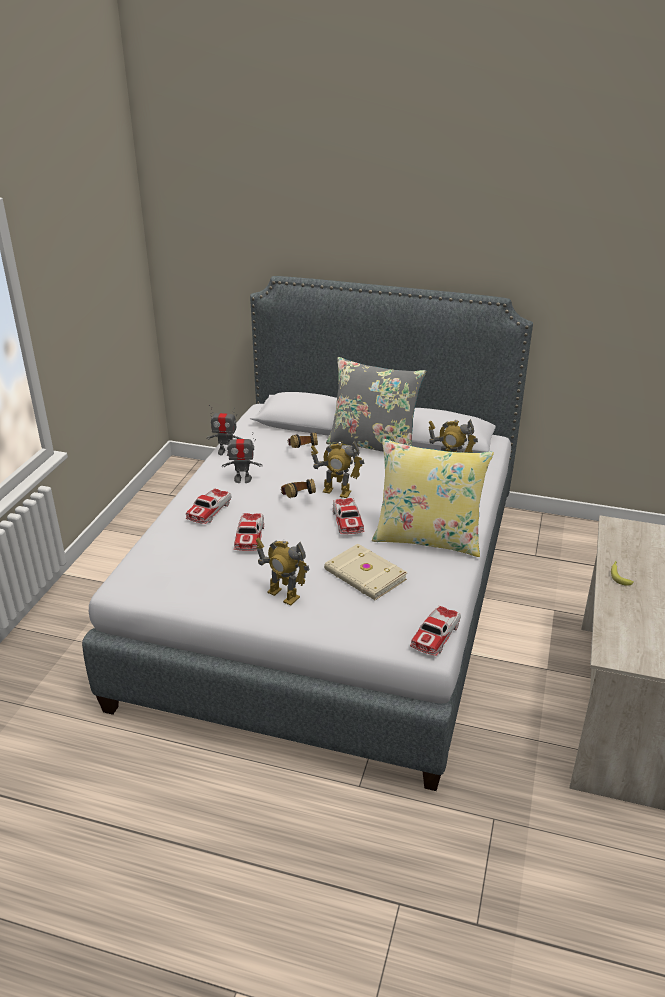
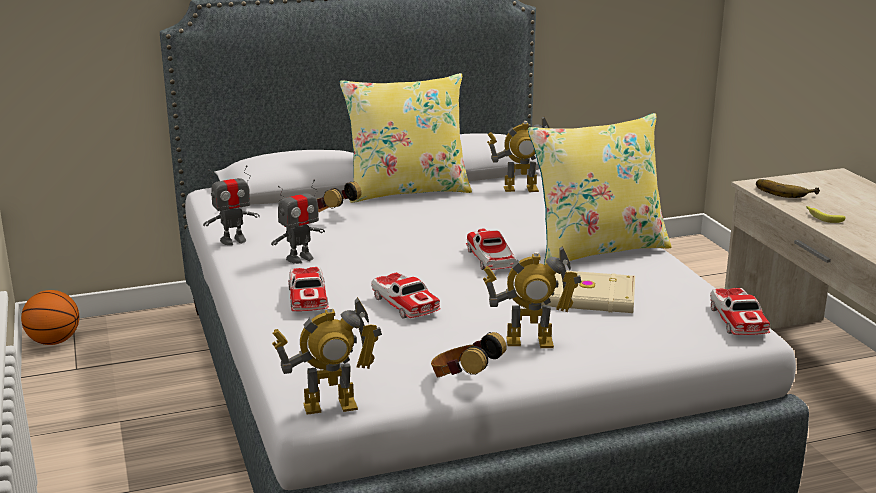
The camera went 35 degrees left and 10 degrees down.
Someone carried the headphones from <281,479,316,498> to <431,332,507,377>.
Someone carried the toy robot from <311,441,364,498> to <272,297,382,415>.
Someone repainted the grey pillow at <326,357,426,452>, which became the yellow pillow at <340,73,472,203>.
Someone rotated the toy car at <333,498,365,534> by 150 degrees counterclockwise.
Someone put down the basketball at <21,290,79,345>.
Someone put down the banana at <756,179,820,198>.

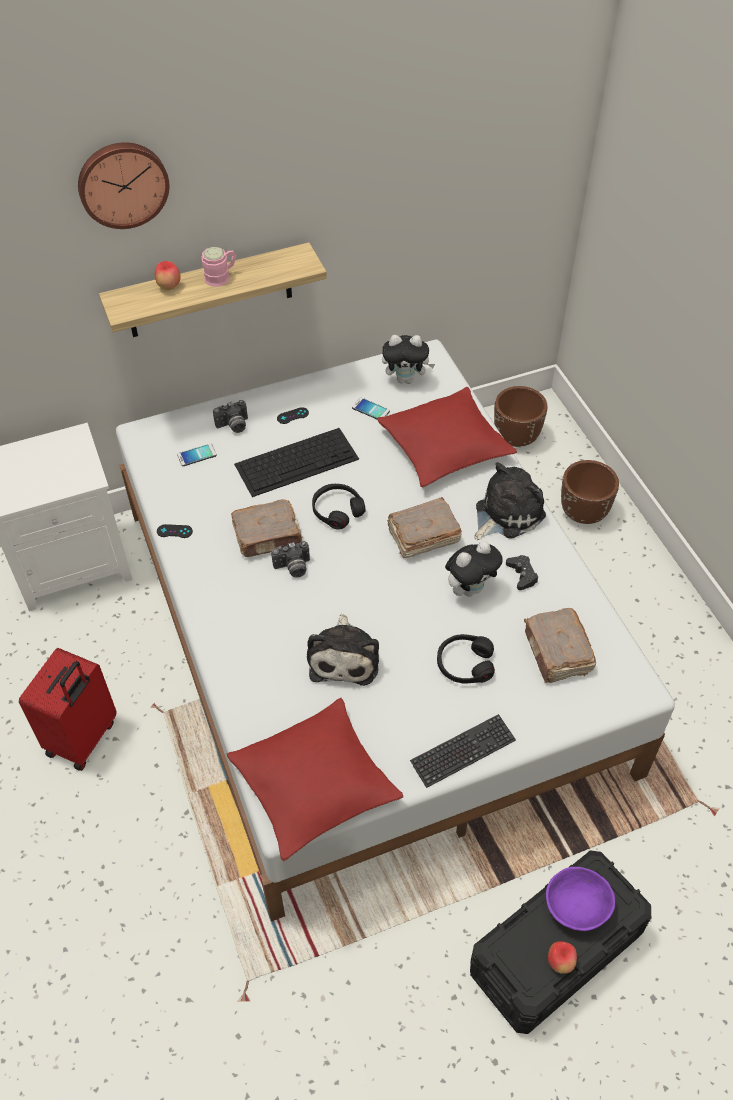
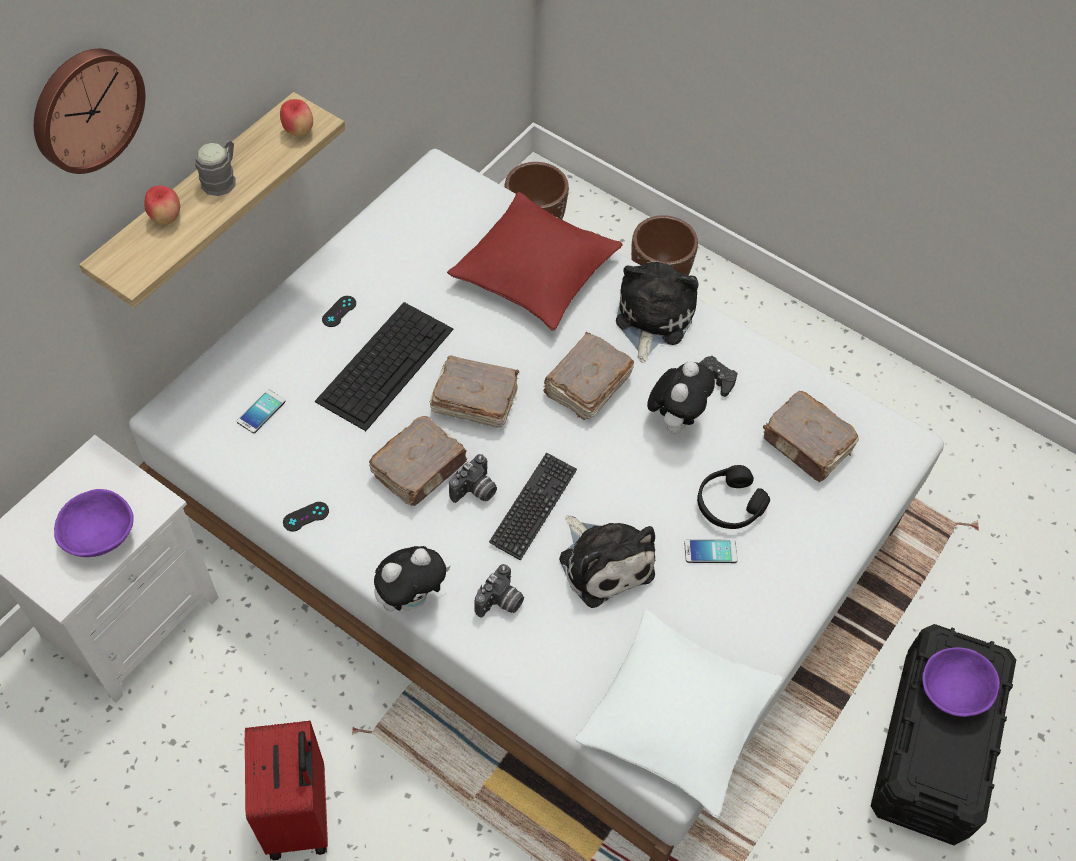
The camera went 35 degrees left and 5 degrees up.
Someone repainted the pink mug at <201,247,237,287>, which became the grey mug at <195,140,236,196>.
Someone carried the photo camera from <213,400,248,433> to <474,564,524,618>.
Someone repainted the red pillow at <227,698,403,861>, which became the white pillow at <574,609,783,818>.
Someone swapped the black headphones at <312,484,365,530> for the brown book at <430,355,519,428>.
Someone carried the phone from <352,398,390,419> to <684,539,738,563>.
Someone carried the plush toy from <382,335,435,384> to <374,546,451,612>.
Someone carried the keyboard from <410,714,516,788> to <489,452,577,561>.
Someone carried the apple from <548,941,577,974> to <280,99,313,137>.
Someone put down the purple bowl at <54,489,134,557>.

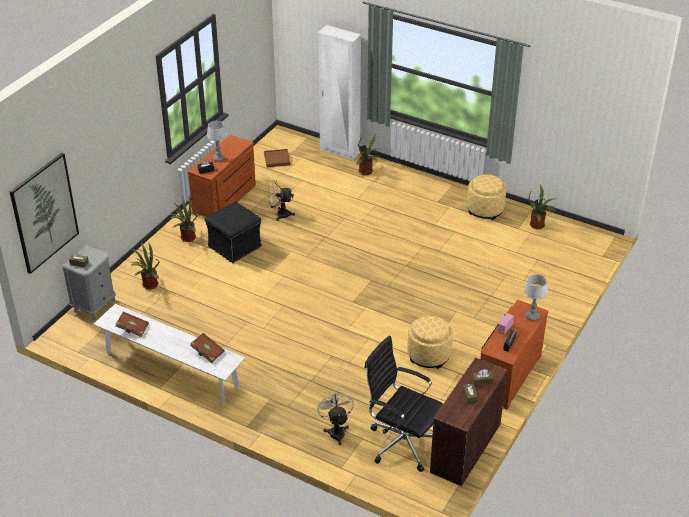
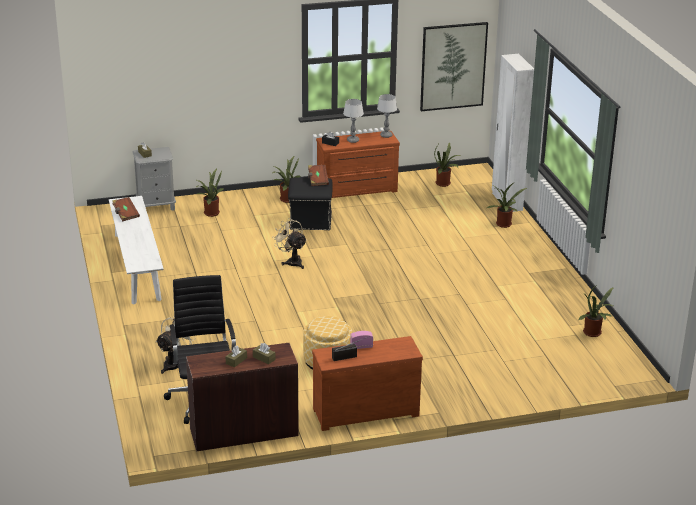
The camera went 45 degrees right and 10 degrees down.
Someone carried the picture from <10,153,79,274> to <420,22,488,111>.
Someone carried the brown book from <190,333,225,363> to <308,165,329,186>.
Someone swapped the brown tray at <264,149,290,167> for the potted plant at <434,142,461,187>.
Someone carried the beige fan from <267,180,295,221> to <273,218,307,269>.
Someone took away the ottoman at <467,174,506,220>.
Someone carried the table lamp from <524,274,548,321> to <377,94,397,138>.

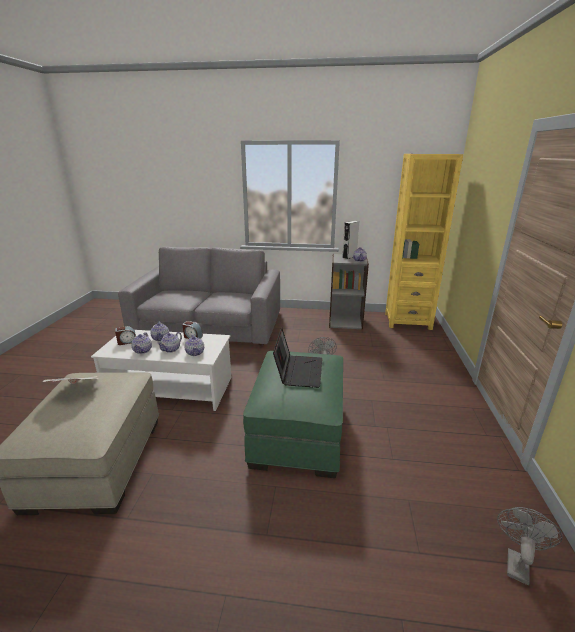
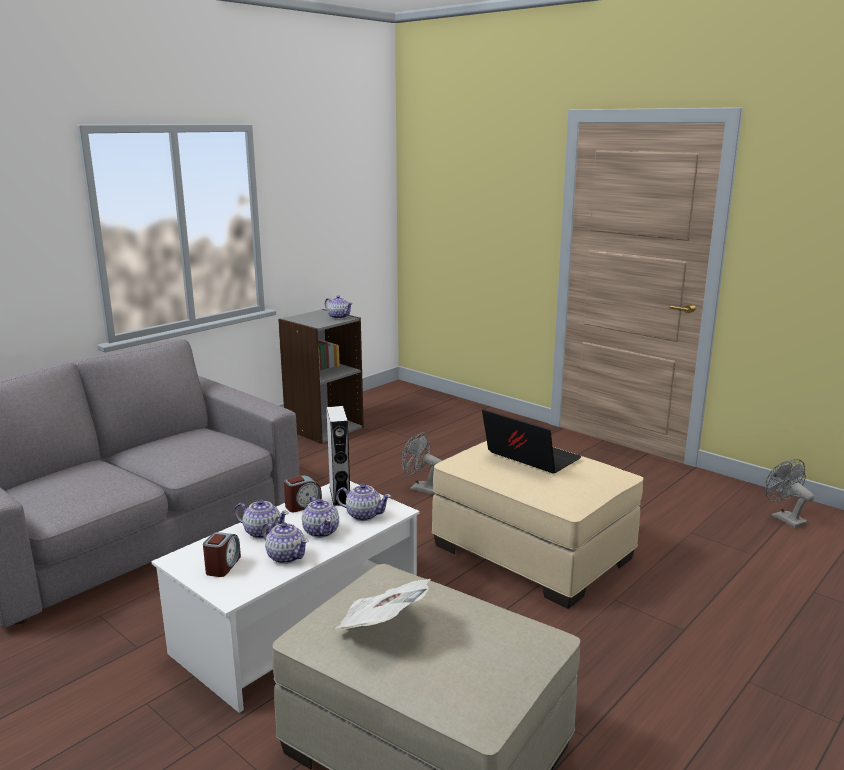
The camera went 55 degrees left and 5 degrees down.
Someone repainted the green ottoman at <243,351,343,478>, which became the beige ottoman at <432,441,644,609>.
Someone carried the grey speaker from <342,221,359,259> to <326,406,350,506>.
Someone took away the yellow bookcase at <385,154,463,330>.

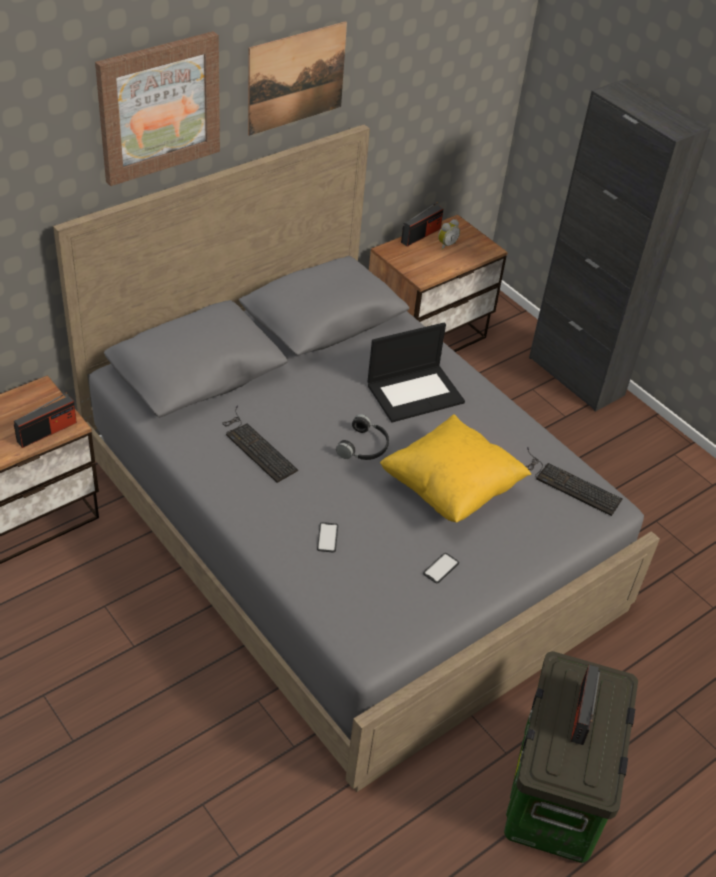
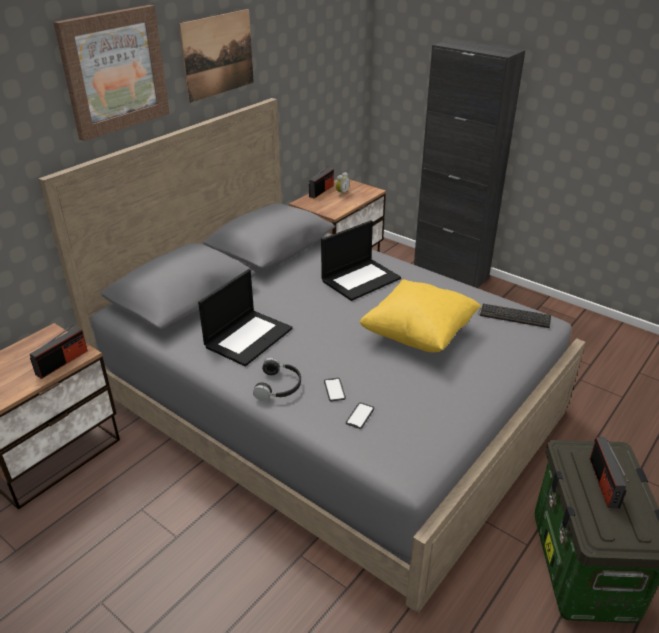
The camera went 10 degrees left and 10 degrees down.
Someone swapped the keyboard at <222,405,298,483> for the laptop at <198,269,293,366>.
Someone carried the black headphones from <336,414,389,460> to <253,358,301,401>.
Someone carried the phone from <423,553,459,583> to <346,402,374,429>.

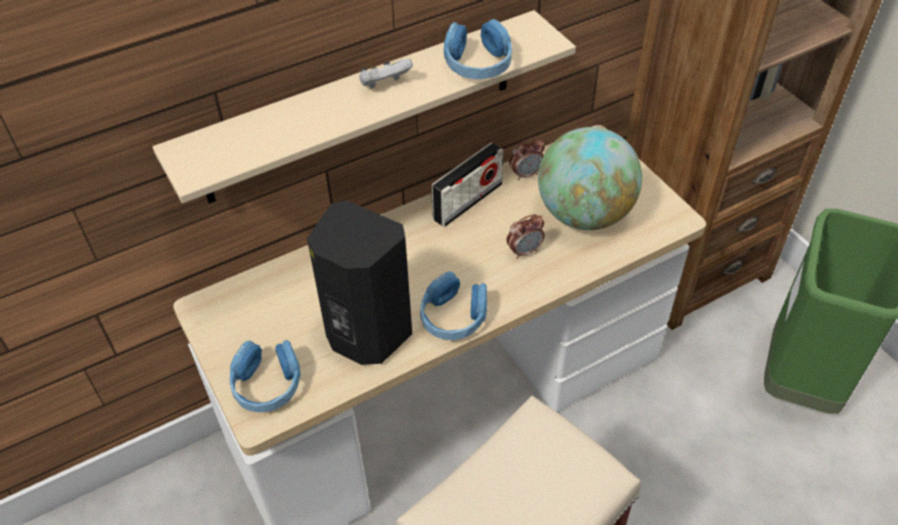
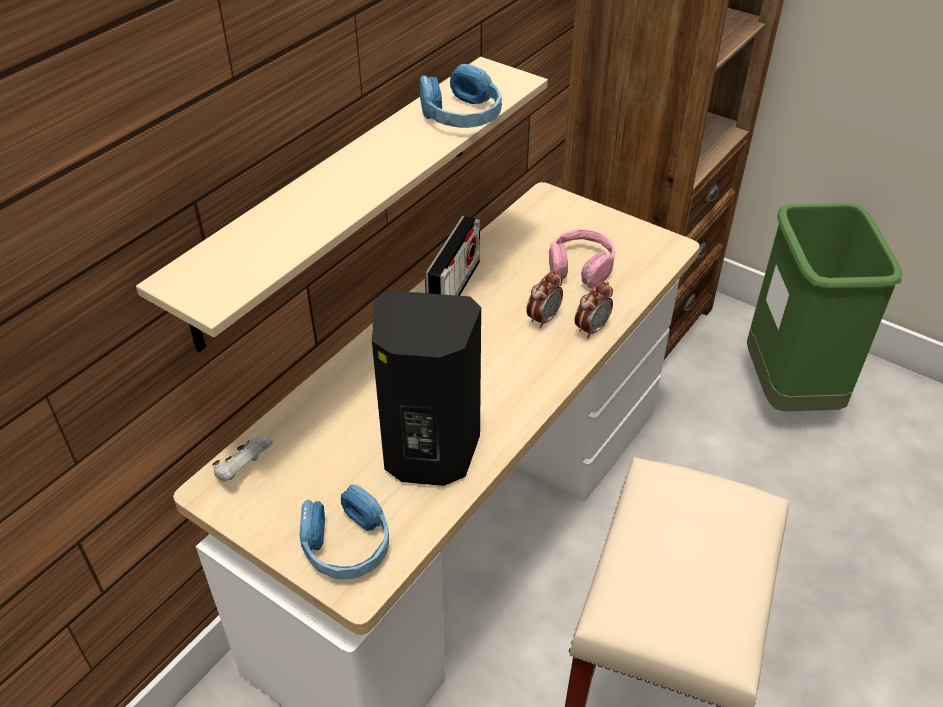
The camera went 25 degrees left and 5 degrees down.
Someone carried the white game controller from <359,59,413,88> to <212,436,273,482>.
Someone took away the blue headphones at <420,272,487,340>.
Someone carried the alarm clock from <509,138,545,180> to <575,281,613,339>.
Someone swapped the globe at <538,127,642,230> for the pink headphones at <549,229,615,288>.

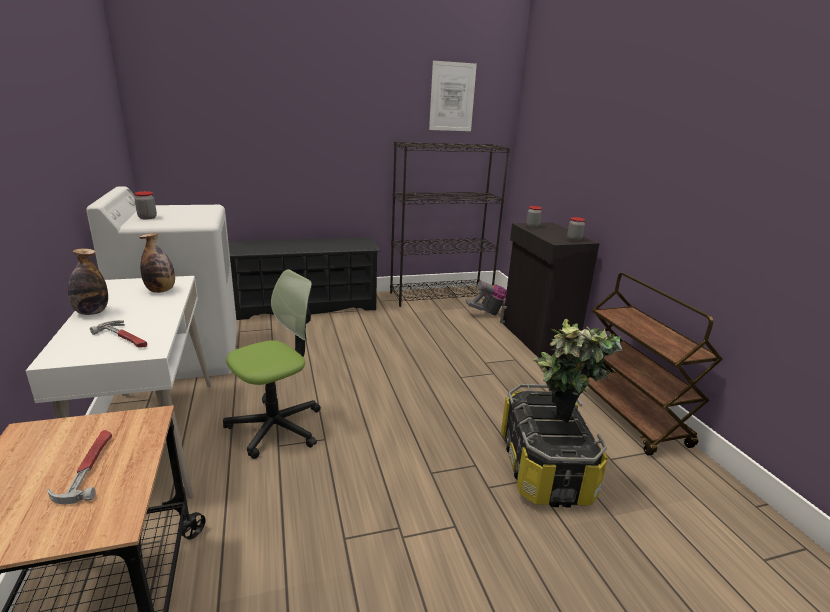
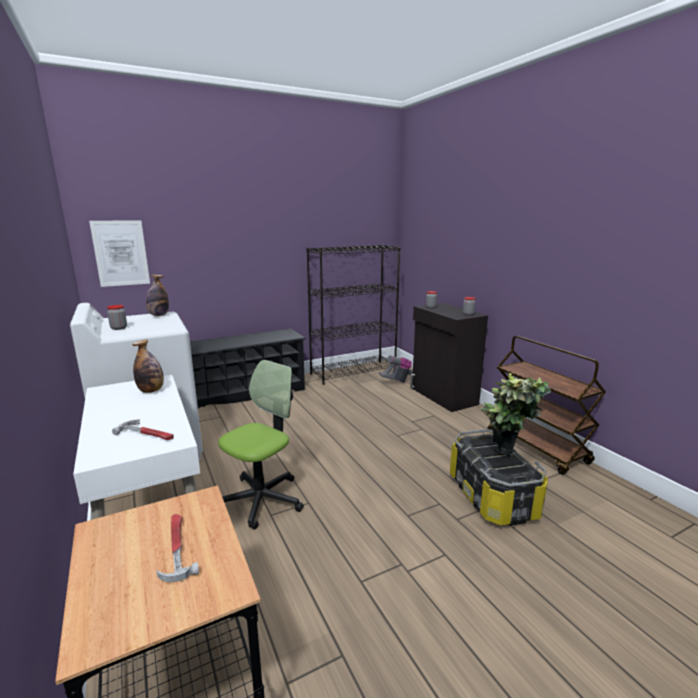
The camera went 10 degrees left and 5 degrees down.
Someone carried the bottle from <68,248,108,315> to <146,275,169,316>.
Someone carried the picture from <429,61,477,131> to <89,220,150,287>.

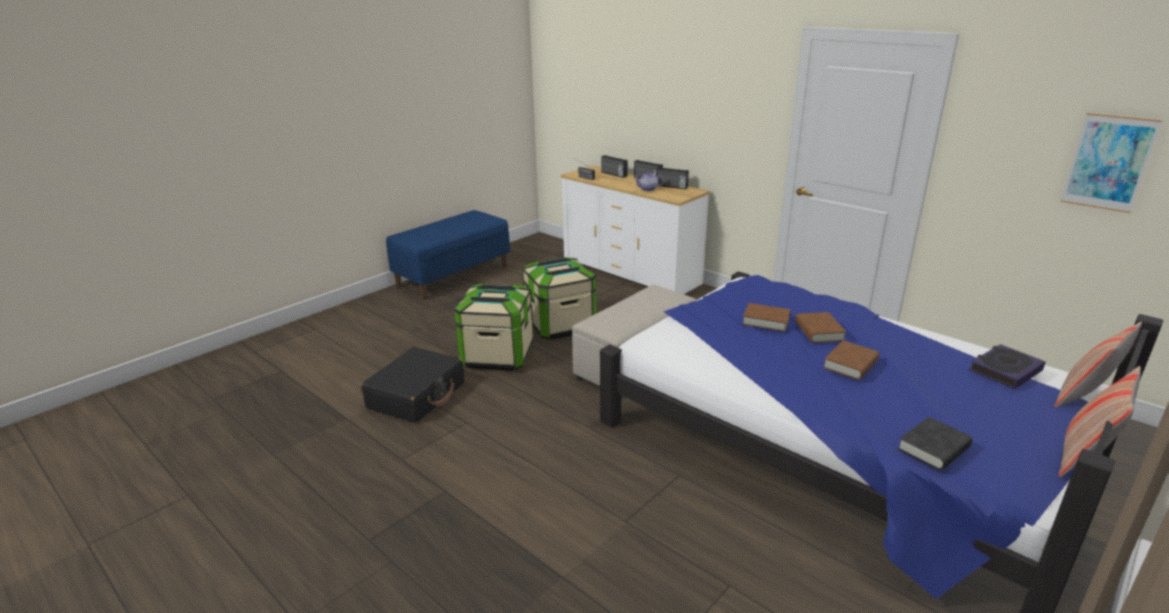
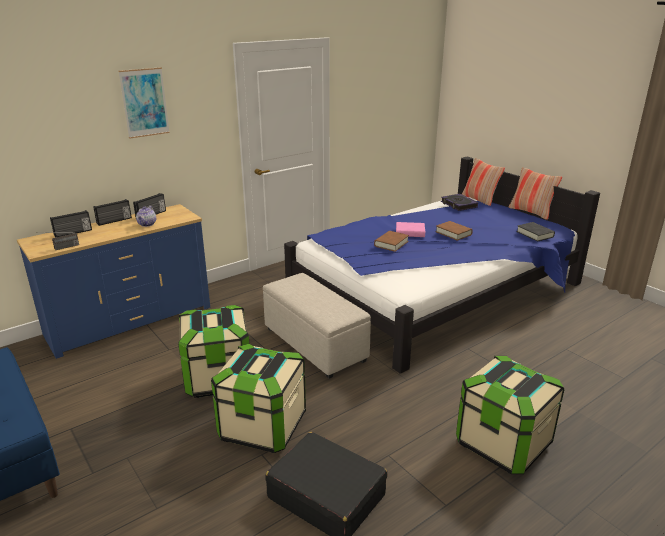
The camera went 80 degrees left and 0 degrees up.
Someone repainted the white dresser at <561,165,710,294>, which became the blue dresser at <17,204,210,359>.
Someone repainted the brown book at <795,312,846,343>, which became the pink book at <396,222,425,237>.
Someone carried the picture from <1060,113,1163,213> to <118,67,170,139>.
Someone put down the storage box at <456,356,564,474>.

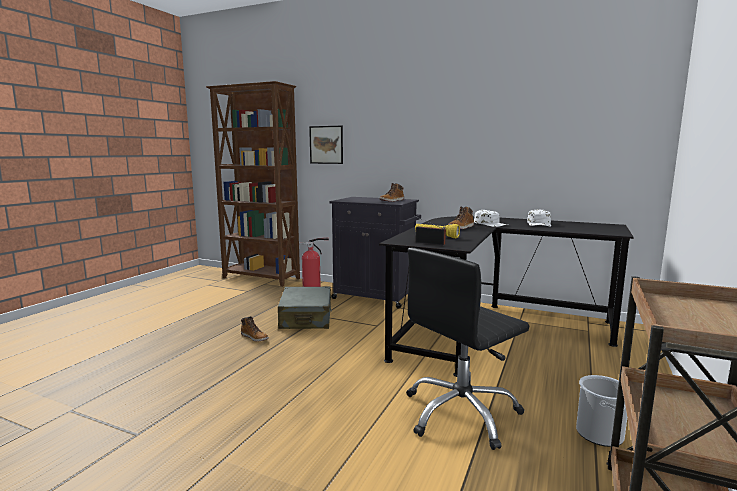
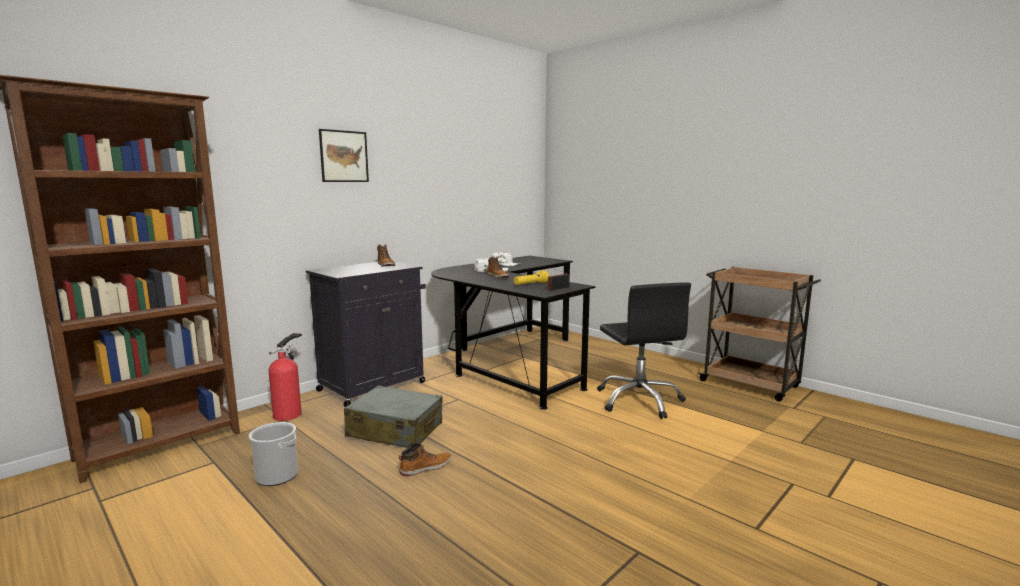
The camera went 70 degrees left and 0 degrees up.
Someone carried the picture from <309,126,343,164> to <319,129,369,182>.
Someone carried the bucket from <576,375,627,447> to <249,422,298,486>.

